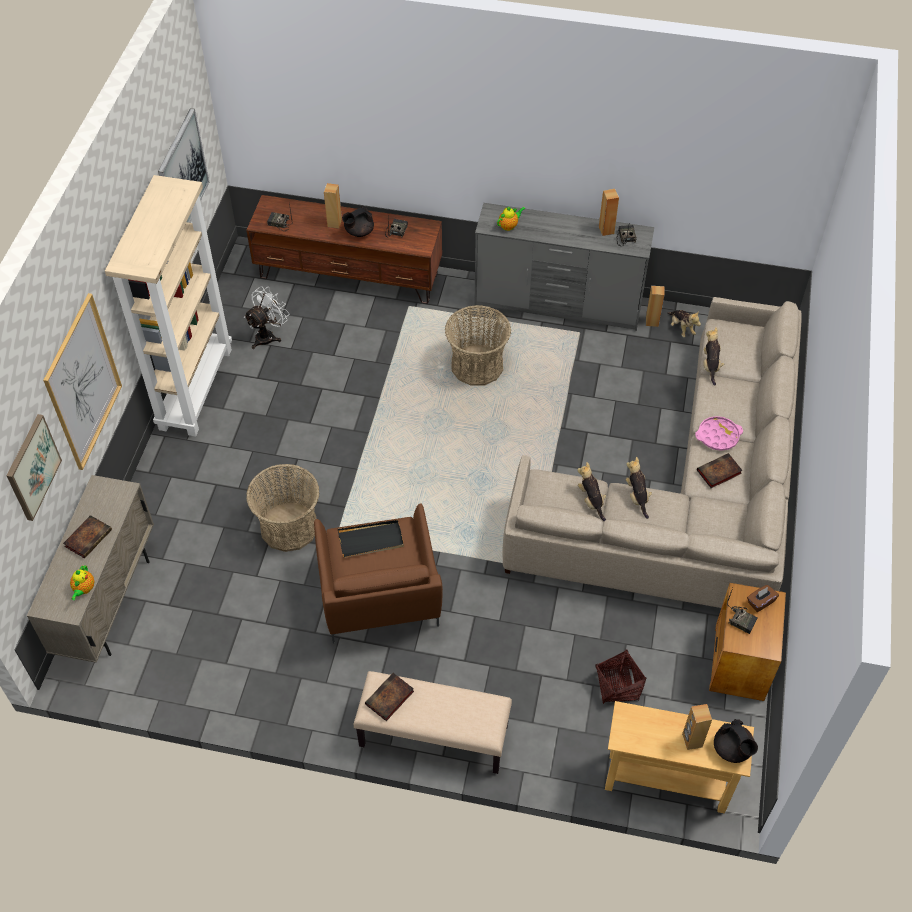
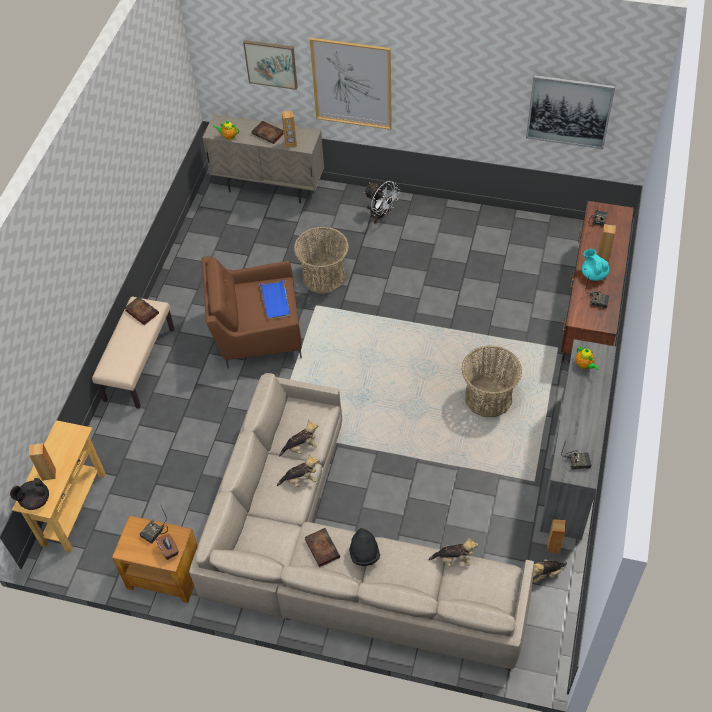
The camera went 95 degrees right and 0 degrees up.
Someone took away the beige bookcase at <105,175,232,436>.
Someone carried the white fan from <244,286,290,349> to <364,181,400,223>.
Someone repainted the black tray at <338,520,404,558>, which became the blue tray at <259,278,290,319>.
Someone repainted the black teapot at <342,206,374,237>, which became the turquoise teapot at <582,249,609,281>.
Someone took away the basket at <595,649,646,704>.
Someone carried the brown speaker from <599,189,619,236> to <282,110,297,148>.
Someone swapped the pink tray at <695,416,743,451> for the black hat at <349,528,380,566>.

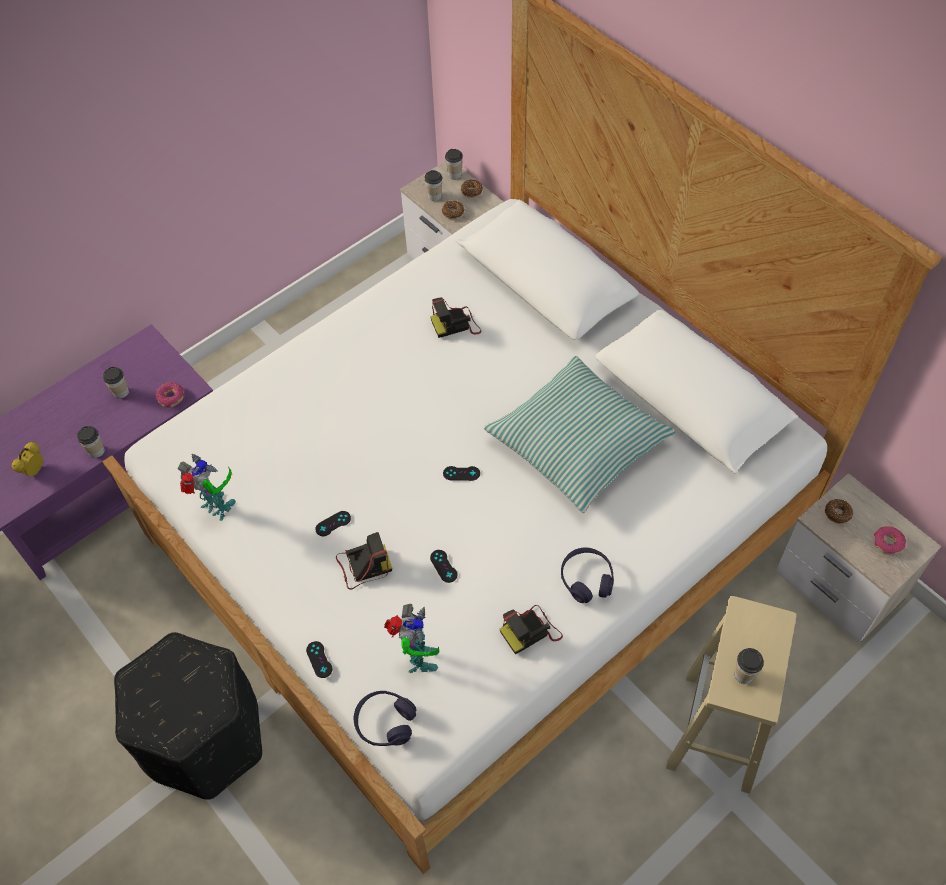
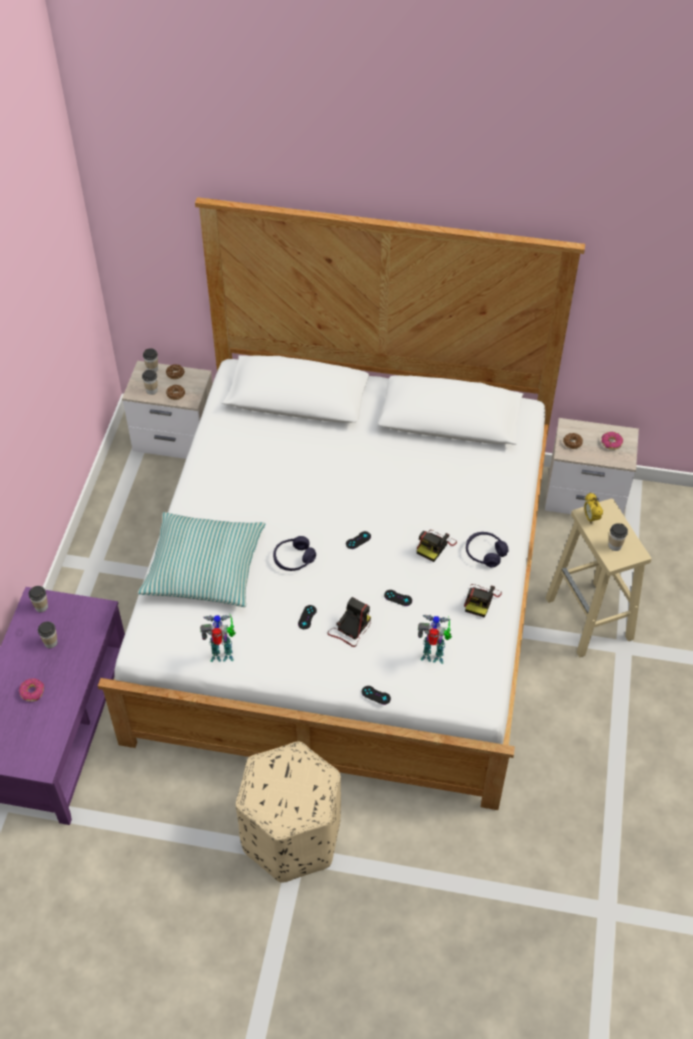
The camera went 40 degrees left and 5 degrees down.
Someone carried the alarm clock from <12,442,43,477> to <584,493,603,523>.
Someone carried the cup from <77,426,105,458> to <29,586,48,612>.
Someone repainted the black ottoman at <114,632,262,800>, which became the beige ottoman at <235,741,341,882>.
Someone carried the donut from <156,382,185,408> to <19,678,44,702>.
Someone carried the purple headphones from <354,691,417,746> to <273,536,316,571>.
Someone rotated the toy robot at <384,604,440,673> by 45 degrees counterclockwise.
Someone carried the photo camera from <430,297,481,338> to <417,530,457,562>.
Someone carried the pillow from <484,356,676,513> to <138,512,265,607>.

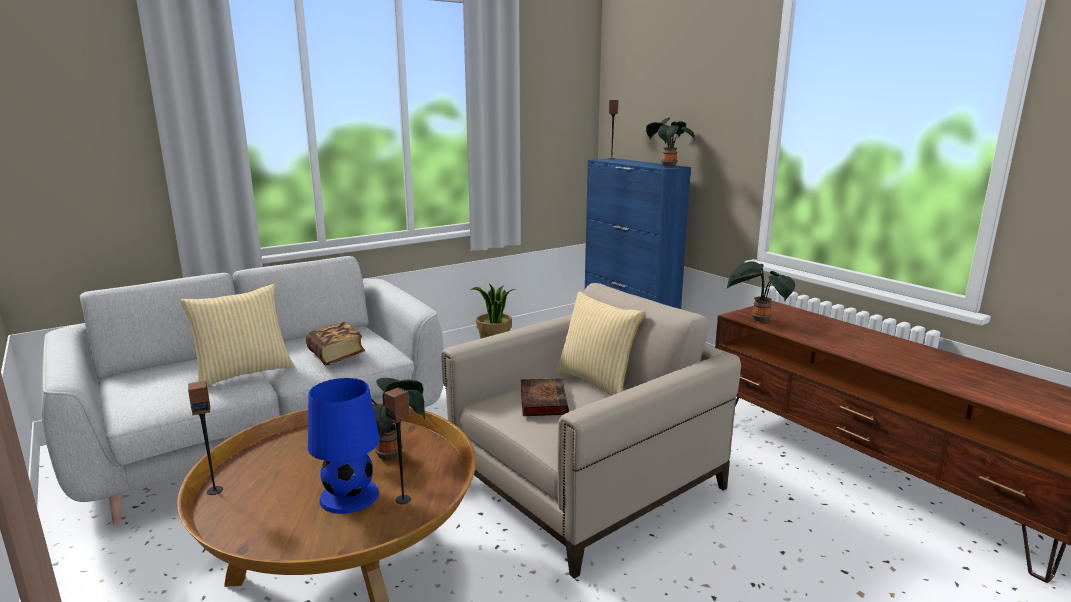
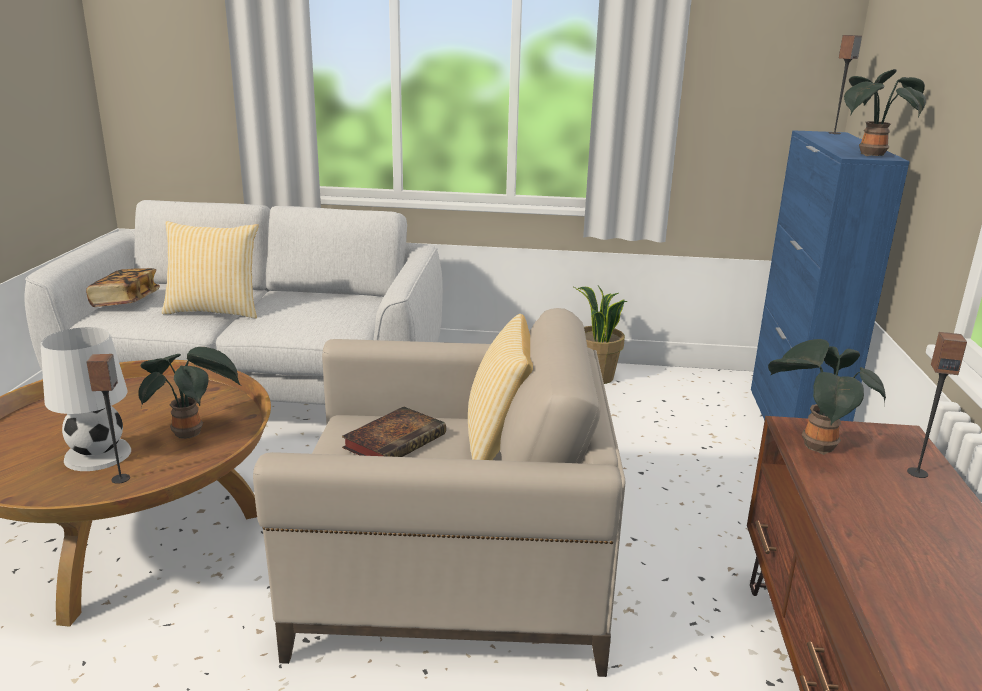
The camera went 40 degrees right and 5 degrees up.
Someone carried the speaker from <188,381,223,495> to <907,332,967,478>.
Someone carried the book from <306,322,365,366> to <86,268,160,307>.
Someone repainted the blue table lamp at <308,378,380,514>, which became the white table lamp at <41,327,131,471>.

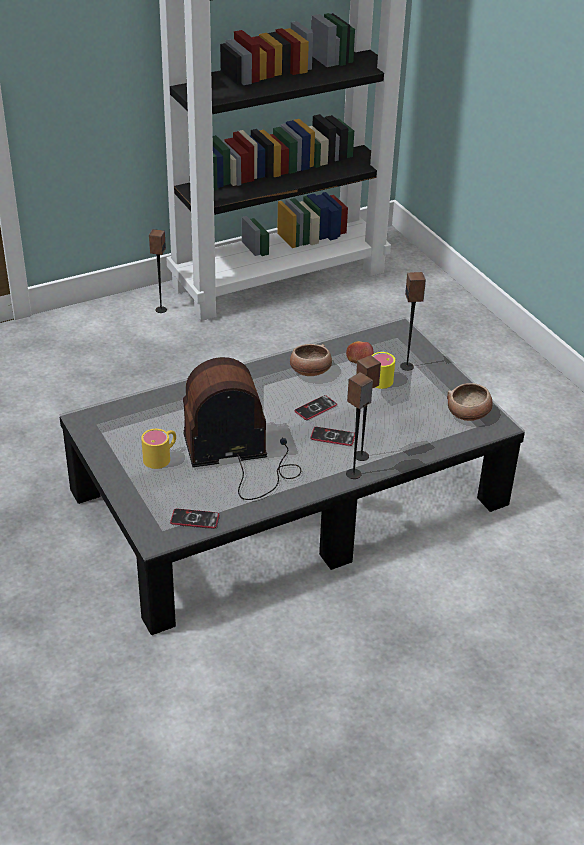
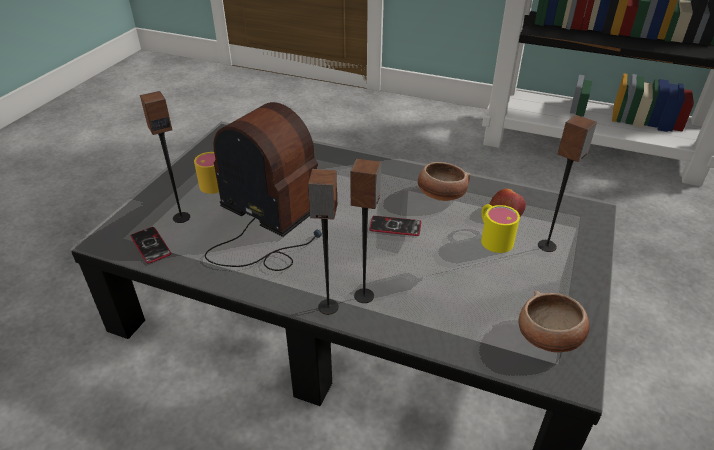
The camera went 50 degrees right and 0 degrees up.
Someone carried the speaker from <149,229,167,313> to <140,91,190,223>.
Someone took away the phone at <310,427,355,446>.

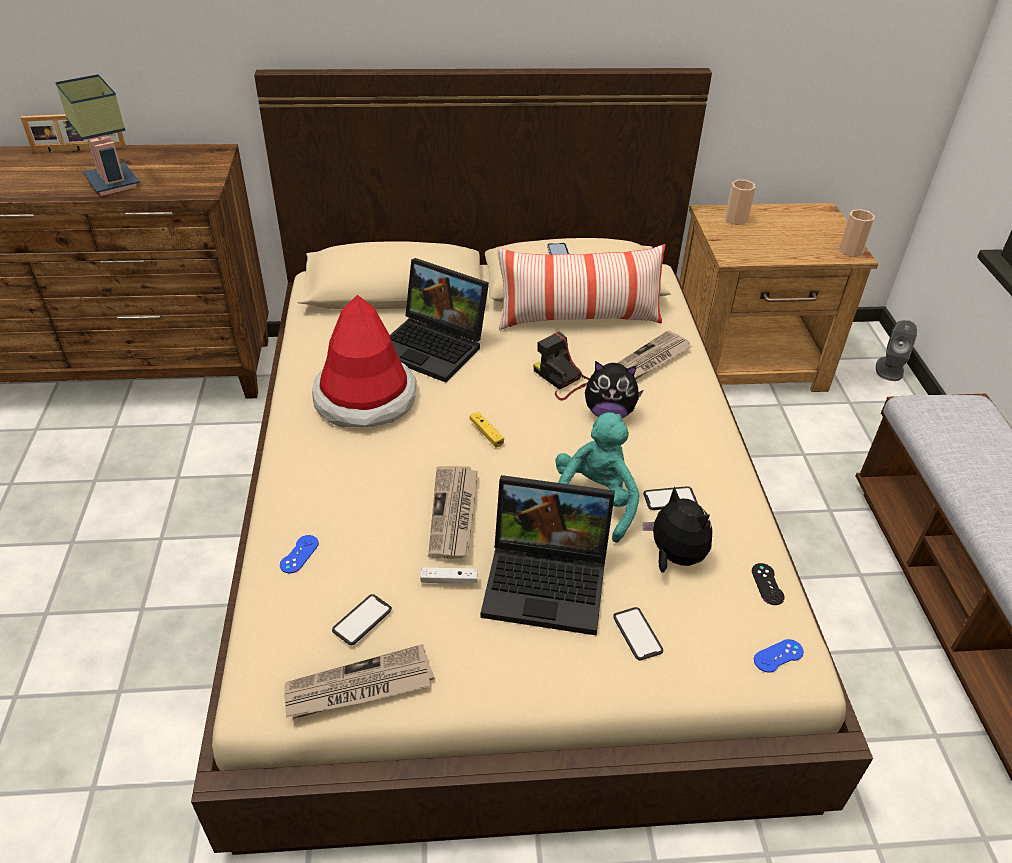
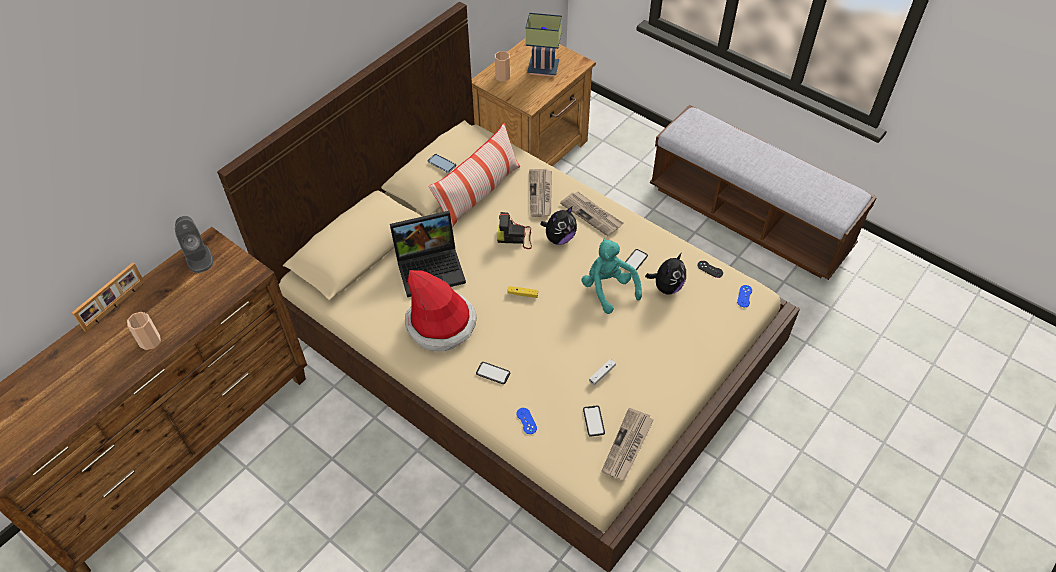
The camera went 45 degrees left and 10 degrees up.
Someone carried the table lamp from <55,74,140,196> to <526,13,562,77>.
Someone carried the newspaper from <428,466,478,558> to <560,191,623,236>.
Someone took away the laptop at <481,475,615,635>.
Someone carried the phone from <613,607,663,661> to <476,362,511,384>.
Someone rotated the plush toy at <642,486,713,573> by 120 degrees clockwise.
Someone carried the cup from <839,209,875,257> to <127,312,161,350>.
Someone carried the grey speaker from <876,320,917,381> to <175,216,213,273>.

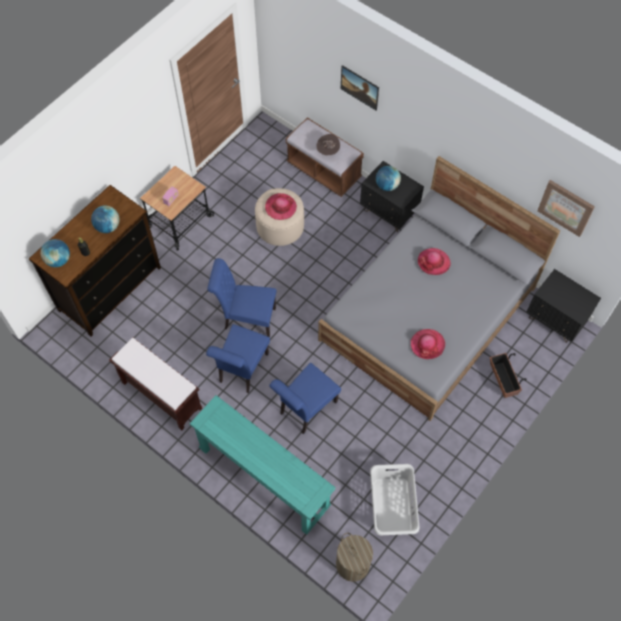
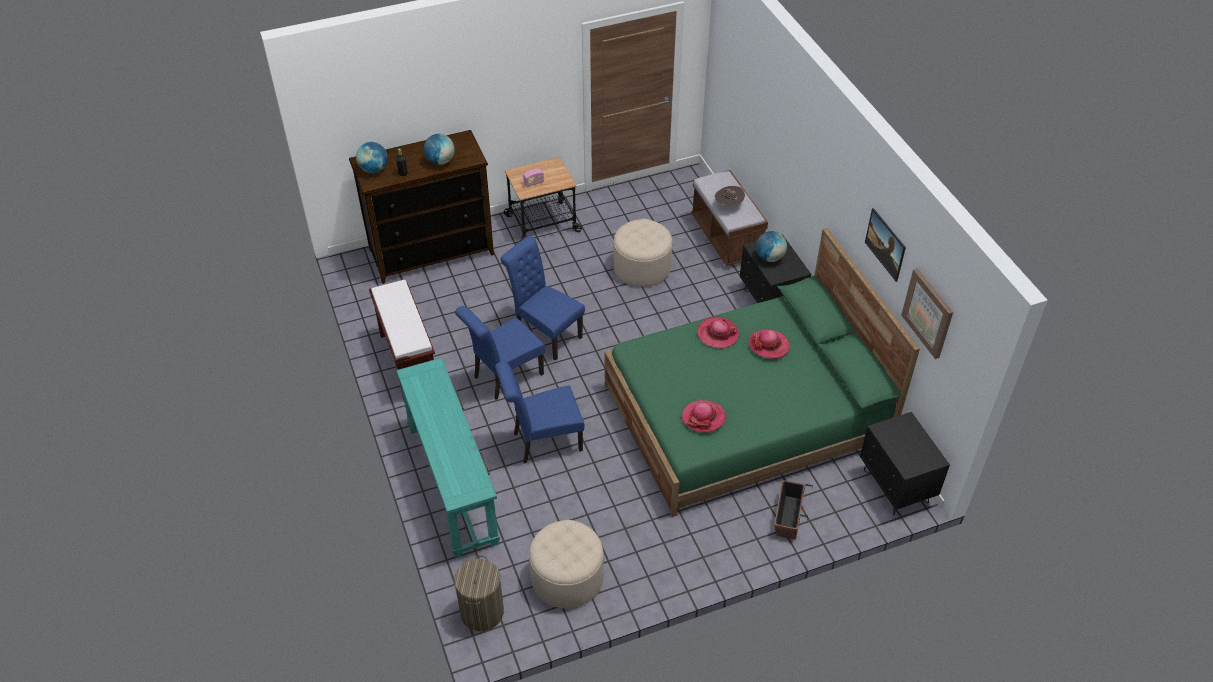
The camera went 30 degrees right and 15 degrees down.
Someone carried the hat from <265,193,297,220> to <697,317,739,349>.
Someone repainted the grey bed at <318,156,560,421>, which became the green bed at <605,228,920,517>.
Someone carried the picture from <341,65,379,111> to <865,208,906,282>.
Someone swapped the grey laundry basket at <370,464,419,535> for the beige ottoman at <529,520,604,609>.

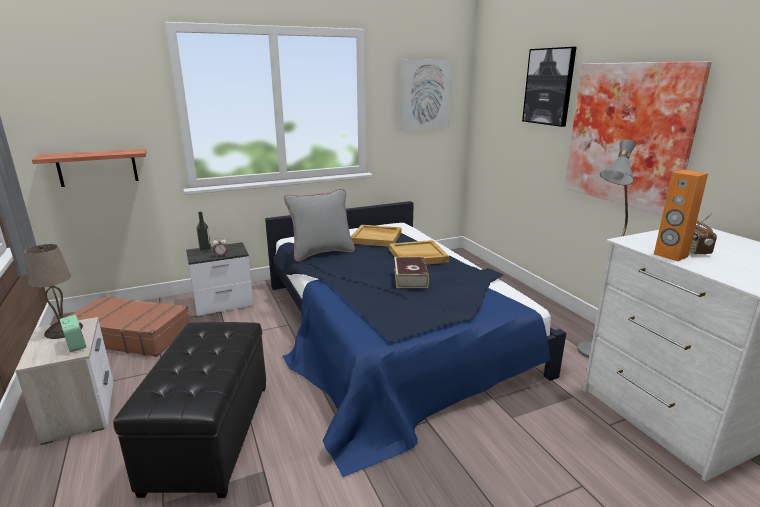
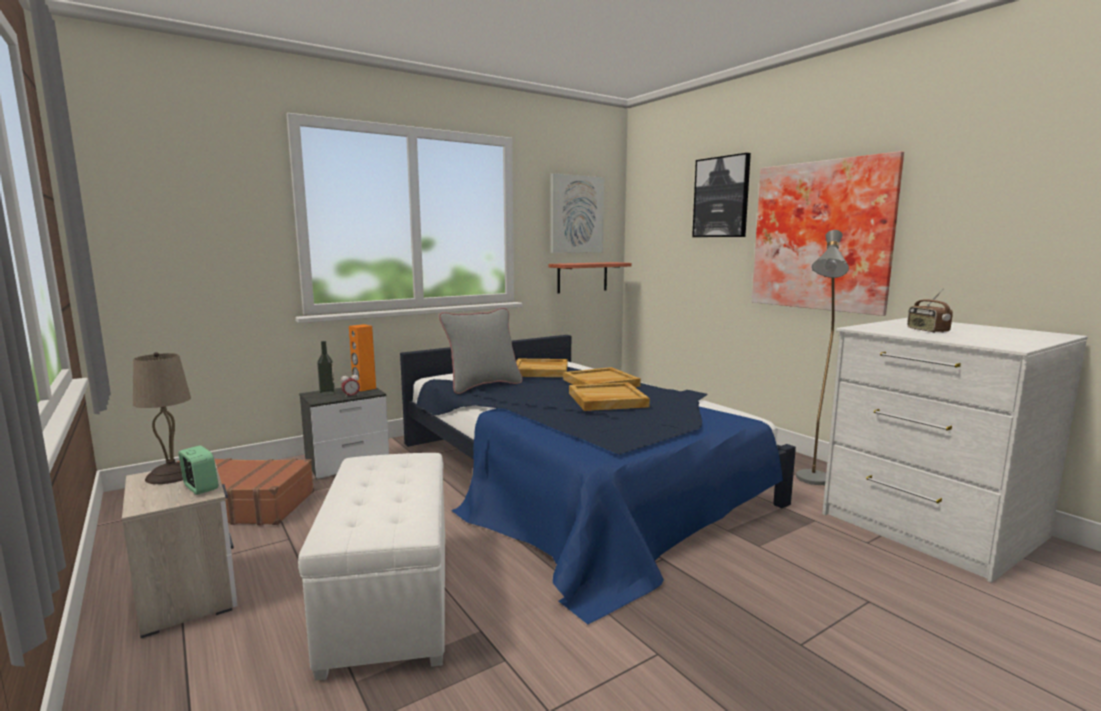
The camera went 10 degrees left and 10 degrees down.
Someone carried the shelf from <32,149,146,187> to <548,262,632,293>.
Someone repainted the black ottoman at <113,322,266,498>, which became the white ottoman at <298,453,445,681>.
Someone swapped the book at <394,257,429,288> for the beige tray at <569,382,650,411>.
Someone carried the orange speaker from <654,170,708,261> to <349,324,376,391>.

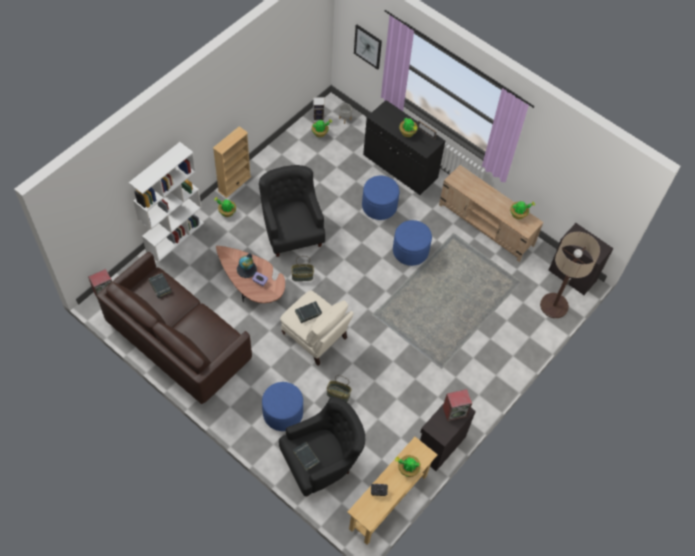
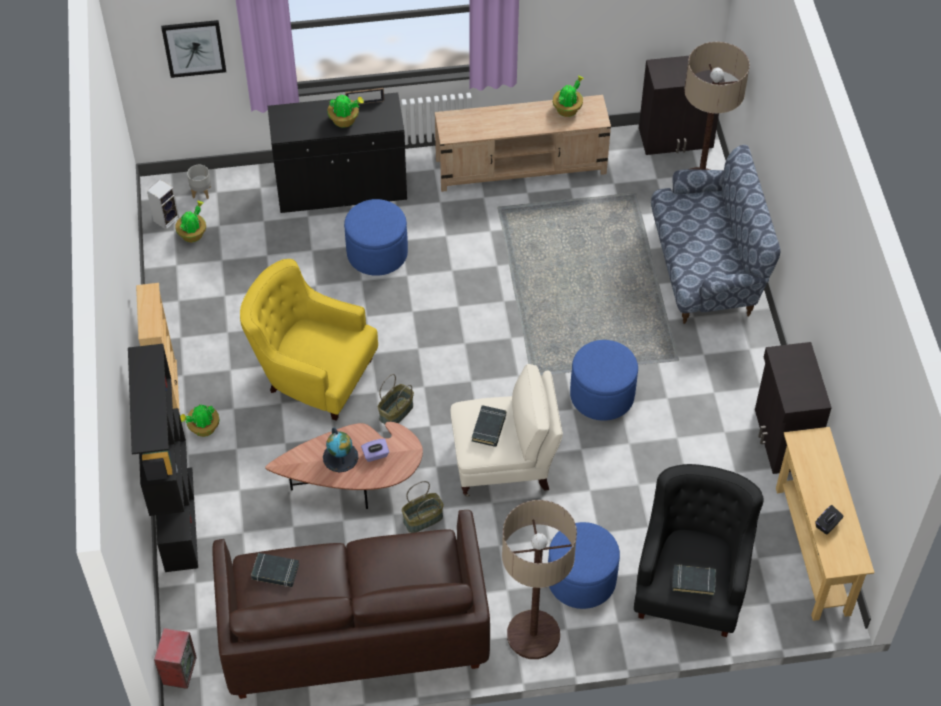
The camera went 45 degrees left and 5 degrees down.
Someone repainted the white bookcase at <129,142,204,262>, which became the black bookcase at <128,344,198,572>.
Someone repainted the black armchair at <259,165,325,257>, which became the yellow armchair at <240,259,378,421>.
Someone carried the basket from <326,375,352,402> to <402,481,444,533>.
Someone carried the blue ottoman from <393,220,432,266> to <570,340,638,421>.
Someone took away the potted plant at <395,455,421,477>.
Someone took away the speaker at <443,389,472,422>.
Someone put down the floor lamp at <502,500,577,659>.
Someone put down the sofa at <651,145,780,324>.

